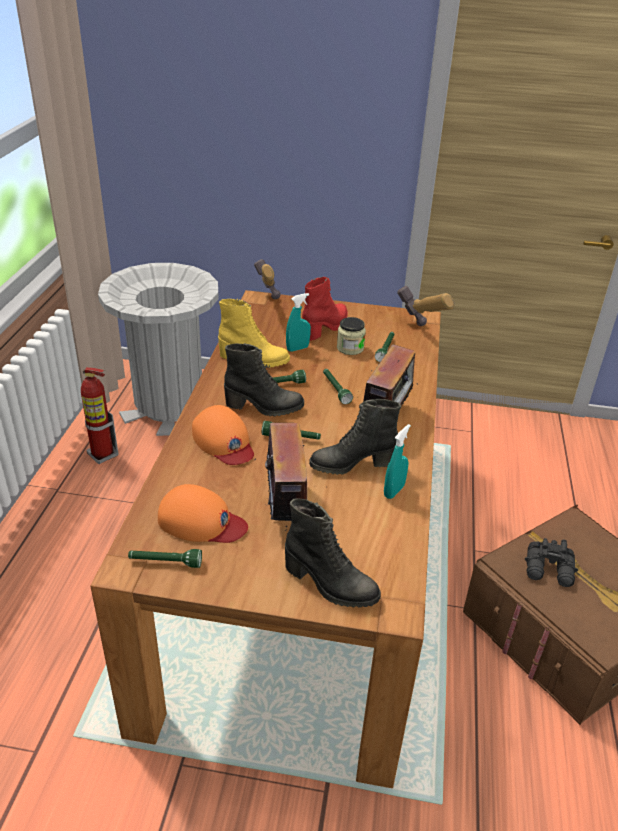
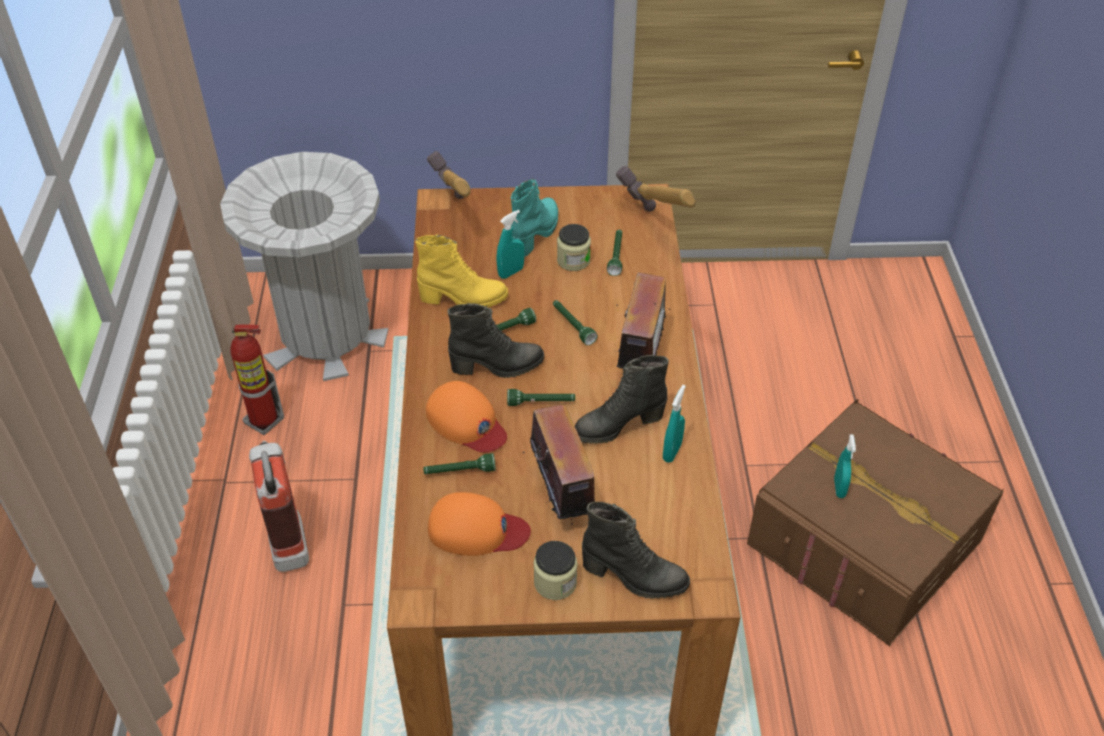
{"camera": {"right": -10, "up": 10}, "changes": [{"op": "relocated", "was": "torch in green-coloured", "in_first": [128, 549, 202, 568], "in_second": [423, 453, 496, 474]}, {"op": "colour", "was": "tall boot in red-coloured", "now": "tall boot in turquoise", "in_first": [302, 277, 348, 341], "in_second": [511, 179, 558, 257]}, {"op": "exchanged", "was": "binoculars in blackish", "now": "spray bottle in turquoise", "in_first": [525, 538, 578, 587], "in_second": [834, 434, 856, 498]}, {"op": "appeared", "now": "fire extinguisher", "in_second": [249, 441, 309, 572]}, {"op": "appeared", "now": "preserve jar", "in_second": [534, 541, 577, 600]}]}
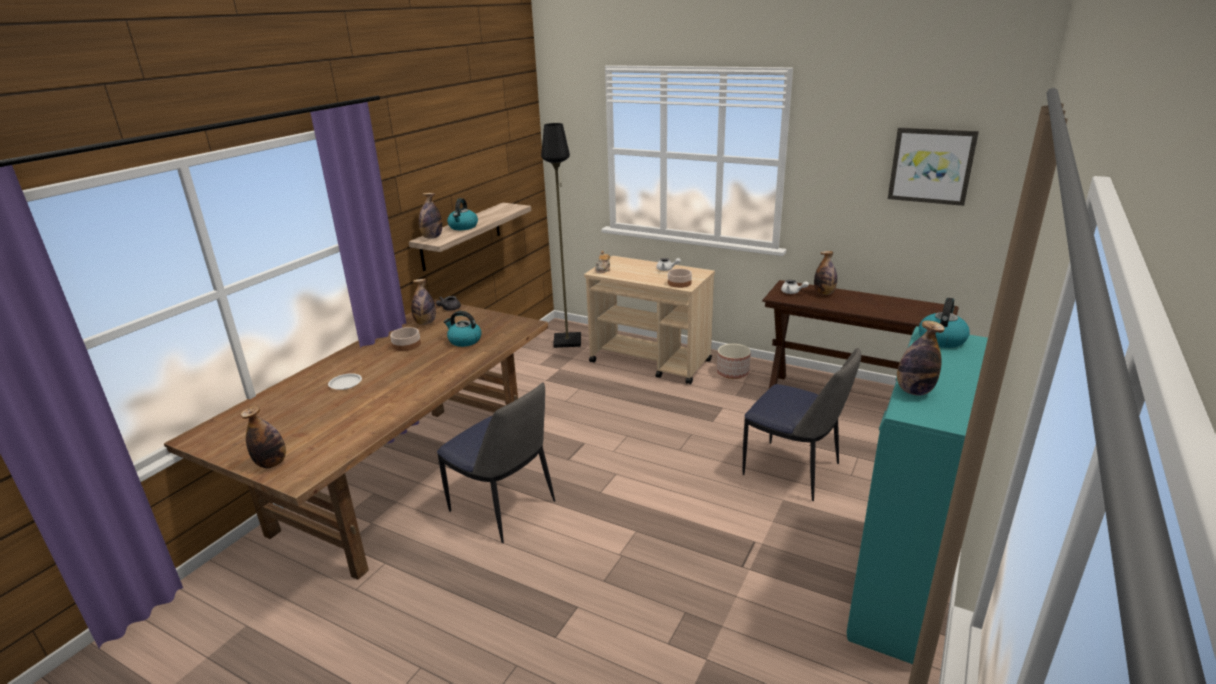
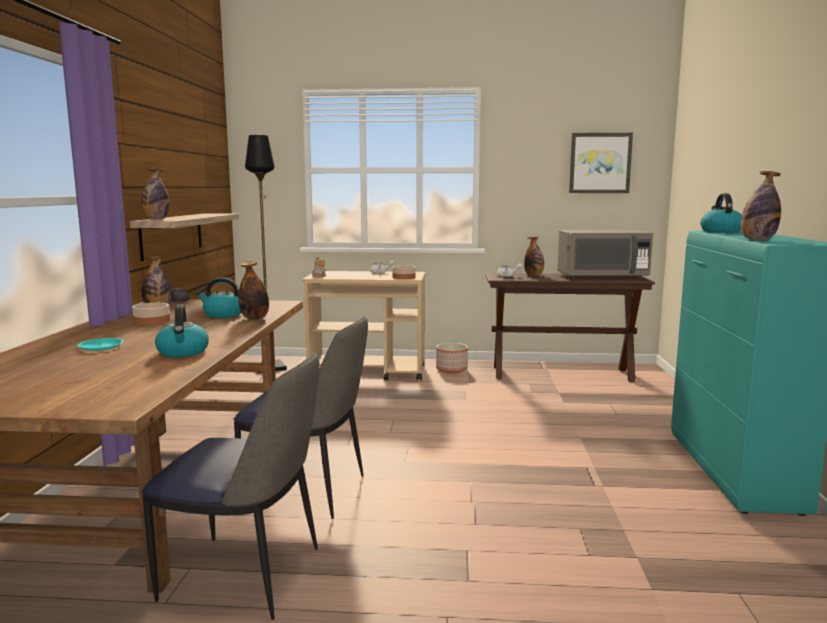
{"camera": {"right": -25, "up": -15}, "changes": [{"op": "relocated", "was": "beverage bottle", "in_first": [241, 405, 286, 468], "in_second": [238, 261, 269, 320]}, {"op": "colour", "was": "flat dish in whitish", "now": "flat dish in turquoise", "in_first": [328, 373, 362, 390], "in_second": [77, 338, 124, 351]}, {"op": "relocated", "was": "water kettle", "in_first": [447, 198, 478, 230], "in_second": [155, 304, 209, 357]}, {"op": "relocated", "was": "chair", "in_first": [743, 348, 861, 501], "in_second": [142, 351, 320, 620]}, {"op": "appeared", "now": "microwave in gray", "in_second": [557, 230, 653, 279]}]}
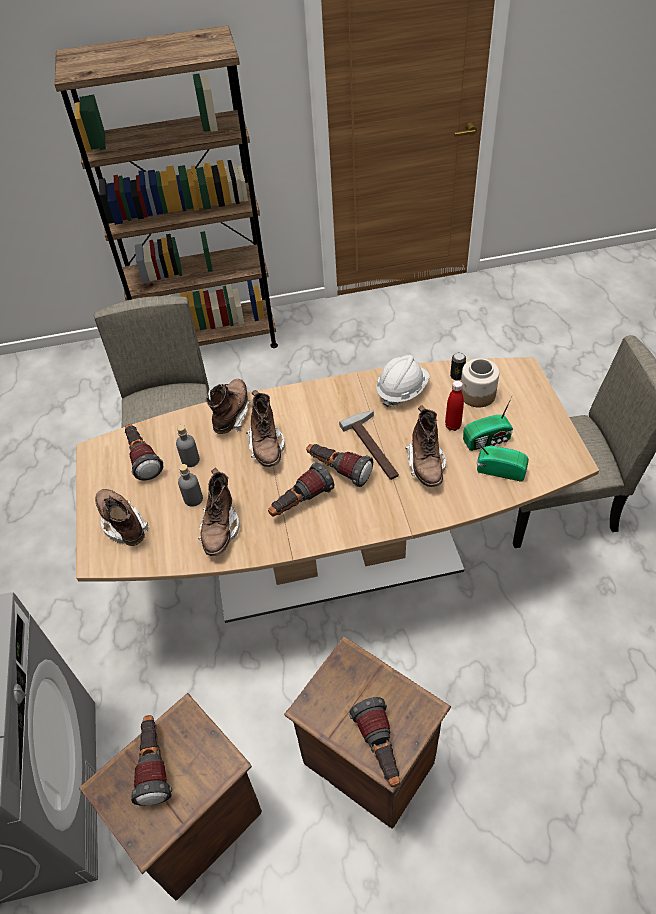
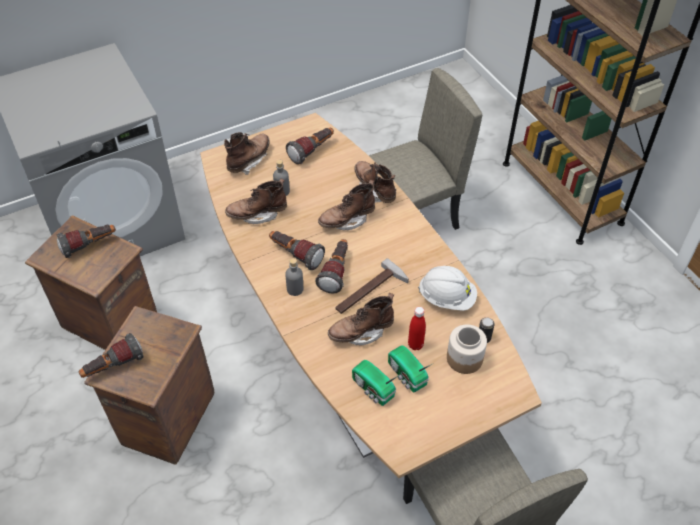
{"camera": {"right": 70, "up": 0}, "changes": [{"op": "relocated", "was": "beverage bottle in gray", "in_first": [176, 425, 200, 467], "in_second": [285, 258, 303, 296]}, {"op": "spun", "was": "tall boot in brown", "in_first": [206, 379, 251, 434], "in_second": [354, 161, 397, 203], "clockwise": -120}, {"op": "spun", "was": "radio receiver", "in_first": [477, 443, 529, 482], "in_second": [352, 360, 399, 406], "clockwise": 135}]}
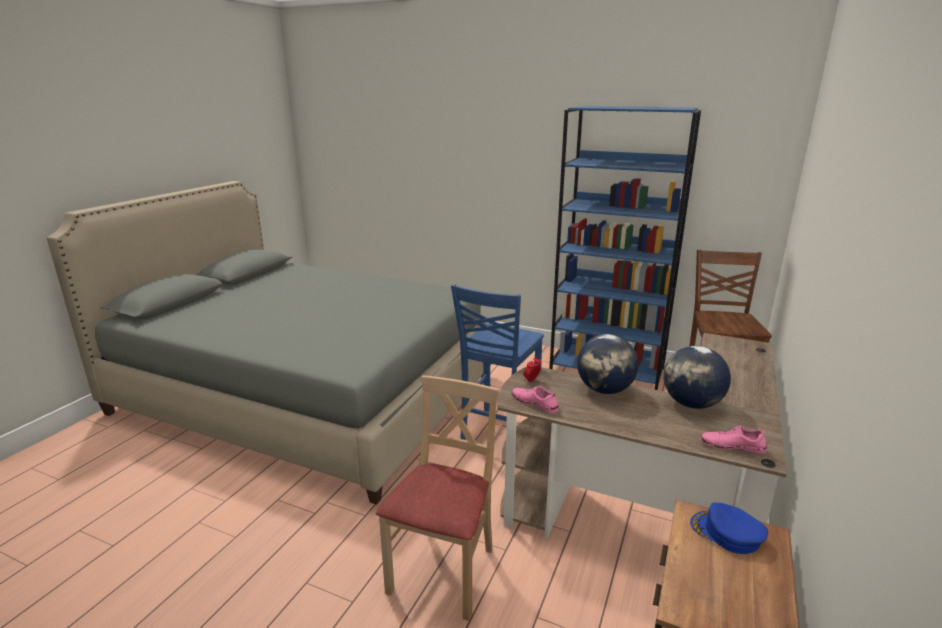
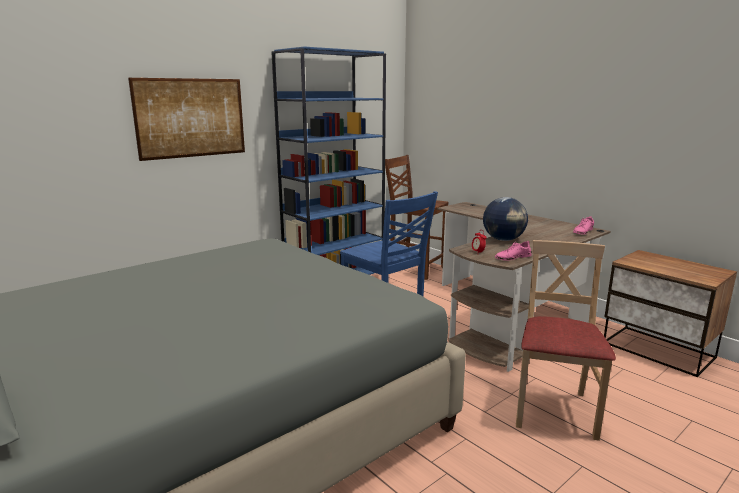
{"camera": {"right": -65, "up": -5}, "changes": [{"op": "spun", "was": "chair in beige", "in_first": [376, 375, 499, 621], "in_second": [516, 240, 616, 441], "clockwise": 60}, {"op": "missing", "was": "world globe", "in_first": [664, 346, 731, 409]}, {"op": "missing", "was": "cap in blue-coloured", "in_first": [690, 502, 768, 554]}, {"op": "appeared", "now": "wall art", "in_second": [128, 78, 245, 161]}]}
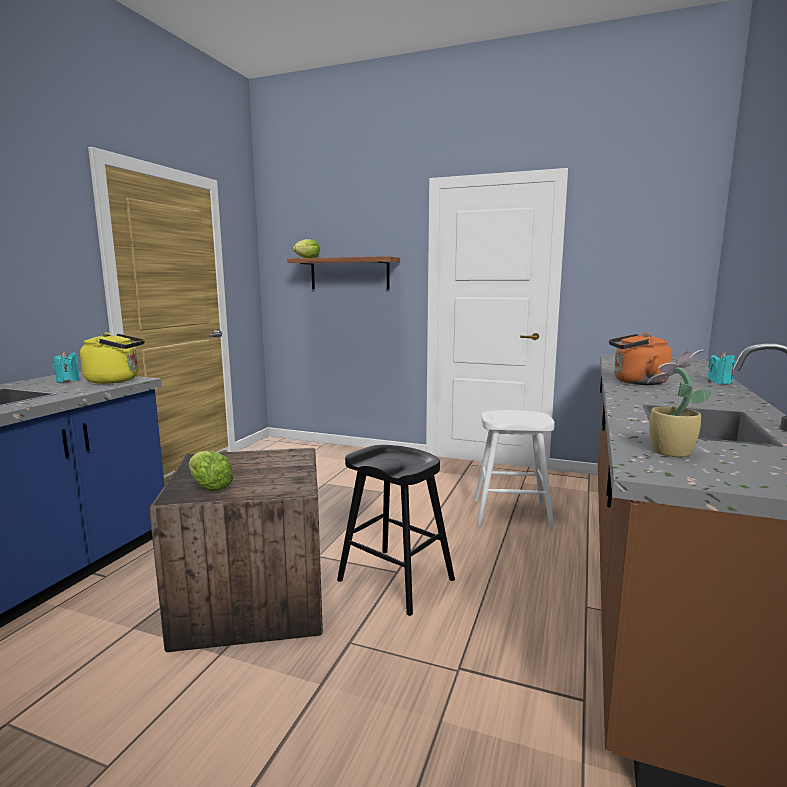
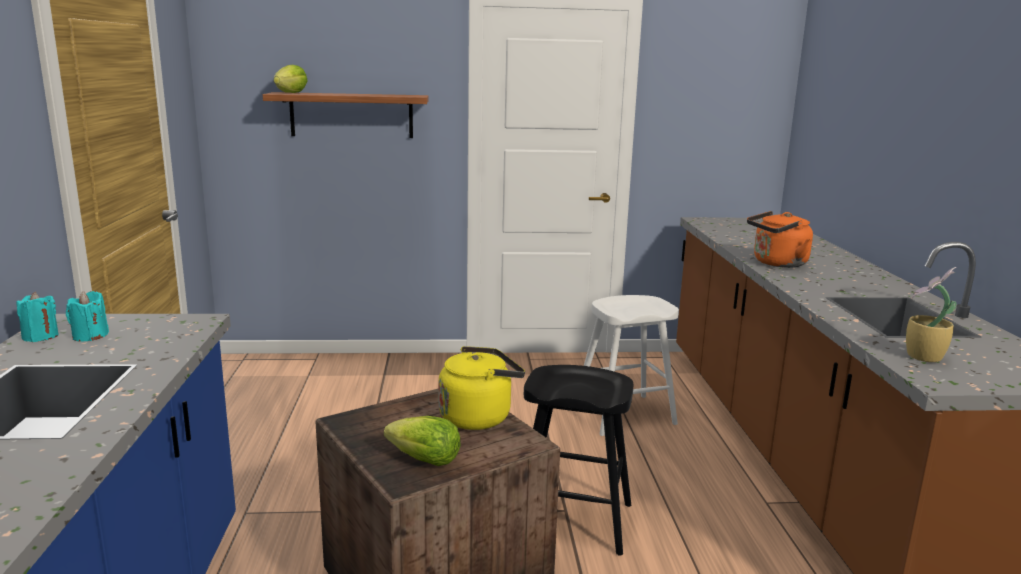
{"camera": {"right": -25, "up": 5}, "changes": [{"op": "relocated", "was": "water kettle in yellow", "in_first": [80, 333, 145, 384], "in_second": [439, 346, 525, 430]}, {"op": "relocated", "was": "wax light in turquoise", "in_first": [707, 352, 735, 384], "in_second": [16, 292, 59, 342]}]}
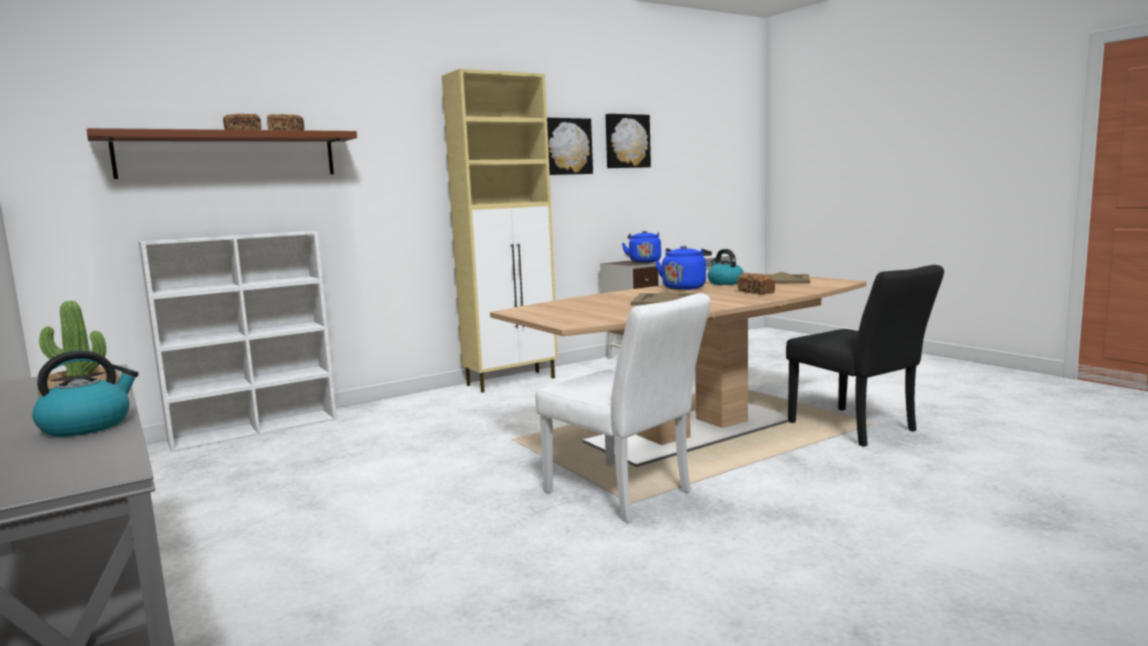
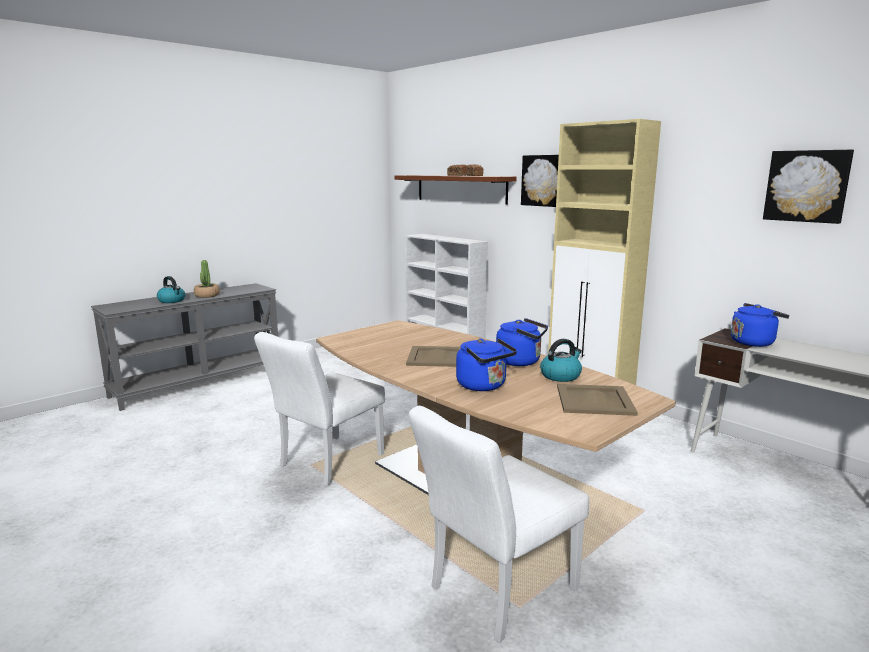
{"camera": {"right": 80, "up": 5}, "changes": [{"op": "relocated", "was": "wall art", "in_first": [547, 118, 593, 175], "in_second": [521, 155, 559, 207]}, {"op": "exchanged", "was": "bakery bread", "now": "water kettle in blue-coloured", "in_first": [737, 273, 775, 295], "in_second": [456, 338, 517, 391]}, {"op": "colour", "was": "chair in blackish", "now": "chair in whitish", "in_first": [786, 265, 944, 447], "in_second": [409, 406, 589, 643]}]}
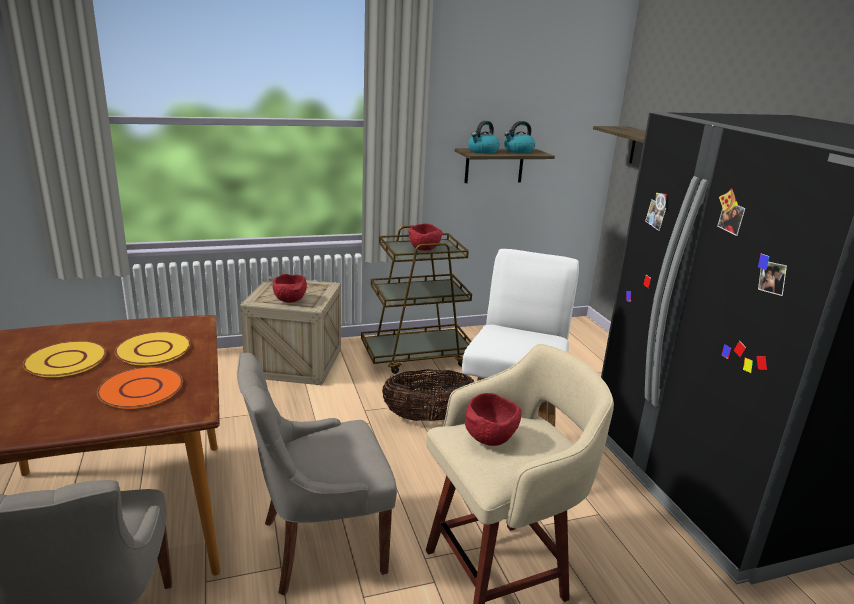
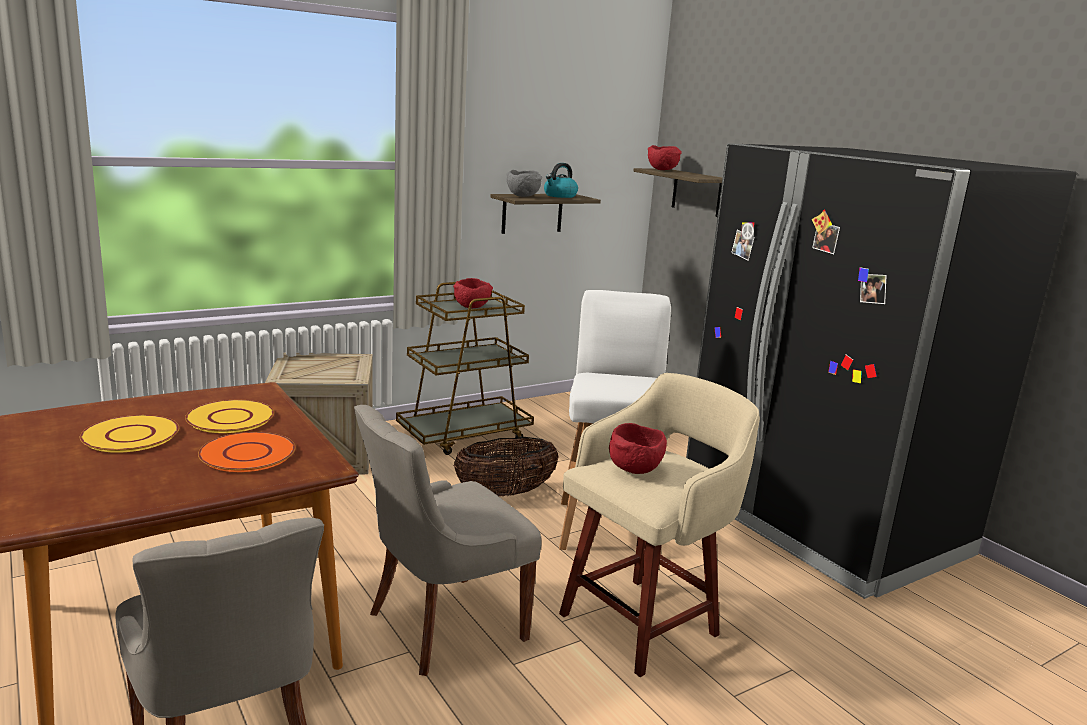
{"camera": {"right": -15, "up": -5}, "changes": [{"op": "relocated", "was": "bowl in red-coloured", "in_first": [272, 274, 307, 303], "in_second": [648, 145, 682, 170]}, {"op": "exchanged", "was": "water kettle", "now": "bowl in gray", "in_first": [468, 121, 500, 154], "in_second": [506, 170, 542, 197]}]}
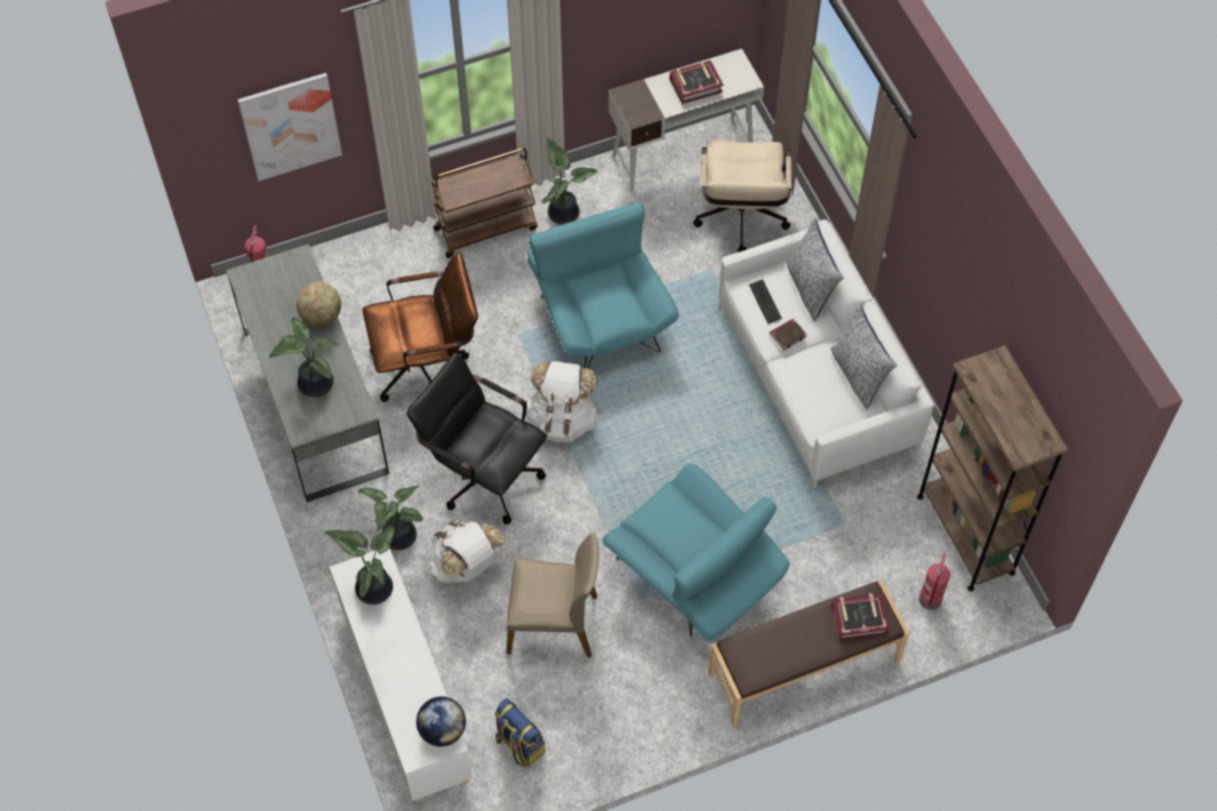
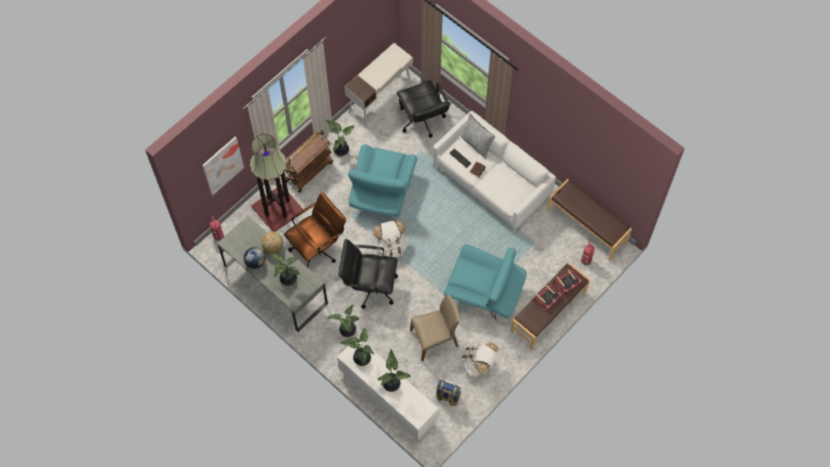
{"camera": {"right": -25, "up": 5}, "changes": [{"op": "relocated", "was": "world globe", "in_first": [416, 696, 466, 747], "in_second": [244, 247, 266, 269]}, {"op": "relocated", "was": "knapsack in whitish", "in_first": [428, 520, 505, 583], "in_second": [461, 343, 499, 377]}, {"op": "spun", "was": "armchair in turquoise", "in_first": [527, 202, 679, 368], "in_second": [348, 144, 417, 217], "clockwise": -120}, {"op": "relocated", "was": "book", "in_first": [670, 60, 723, 104], "in_second": [534, 283, 563, 312]}, {"op": "colour", "was": "office chair in beige", "now": "office chair in blackish", "in_first": [693, 140, 792, 252], "in_second": [397, 80, 451, 138]}, {"op": "missing", "was": "pillow", "in_first": [831, 304, 897, 410]}, {"op": "exchanged", "was": "bookcase in brown", "now": "long seat in brown", "in_first": [917, 345, 1068, 592], "in_second": [547, 179, 632, 260]}, {"op": "appeared", "now": "standard lamp", "in_second": [250, 134, 303, 232]}, {"op": "appeared", "now": "potted plant", "in_second": [377, 349, 411, 392]}]}
